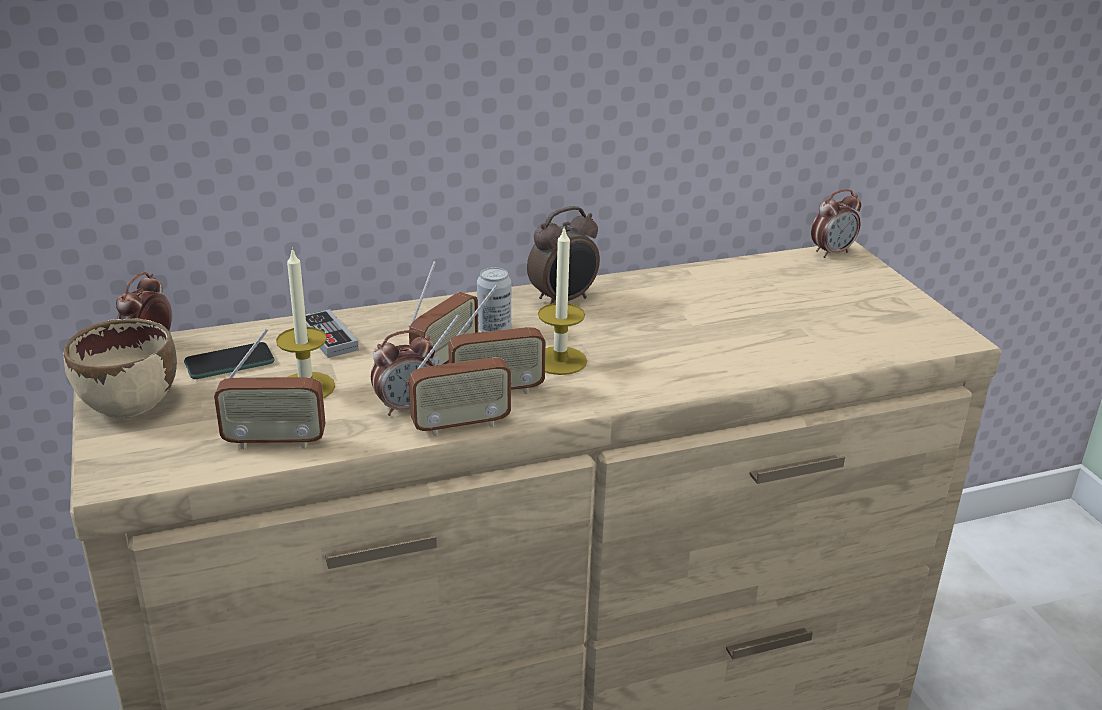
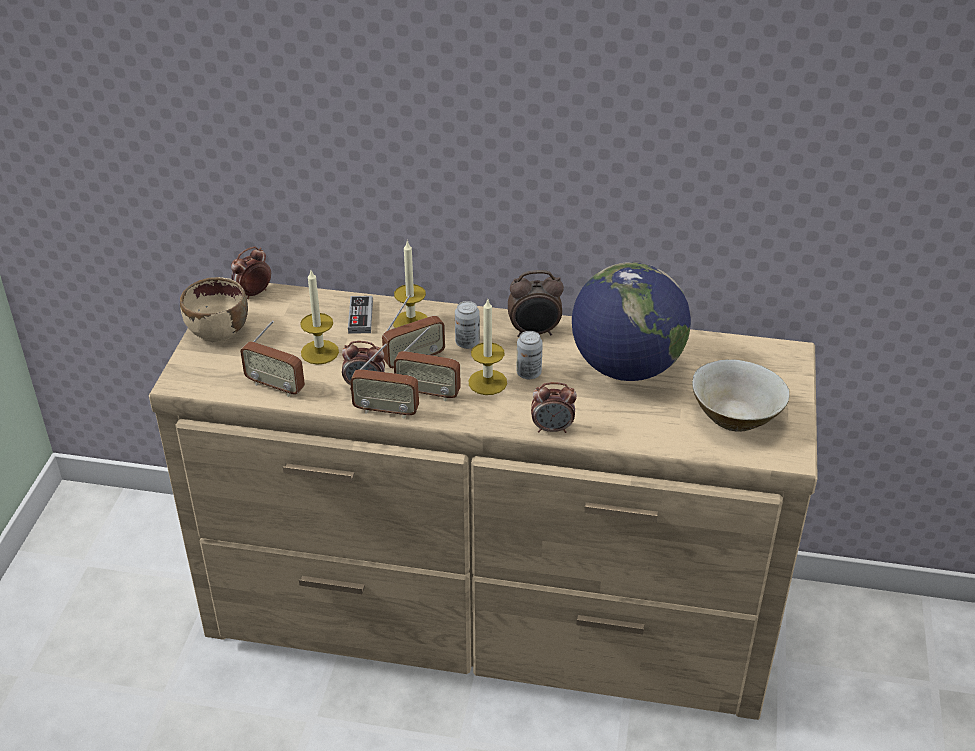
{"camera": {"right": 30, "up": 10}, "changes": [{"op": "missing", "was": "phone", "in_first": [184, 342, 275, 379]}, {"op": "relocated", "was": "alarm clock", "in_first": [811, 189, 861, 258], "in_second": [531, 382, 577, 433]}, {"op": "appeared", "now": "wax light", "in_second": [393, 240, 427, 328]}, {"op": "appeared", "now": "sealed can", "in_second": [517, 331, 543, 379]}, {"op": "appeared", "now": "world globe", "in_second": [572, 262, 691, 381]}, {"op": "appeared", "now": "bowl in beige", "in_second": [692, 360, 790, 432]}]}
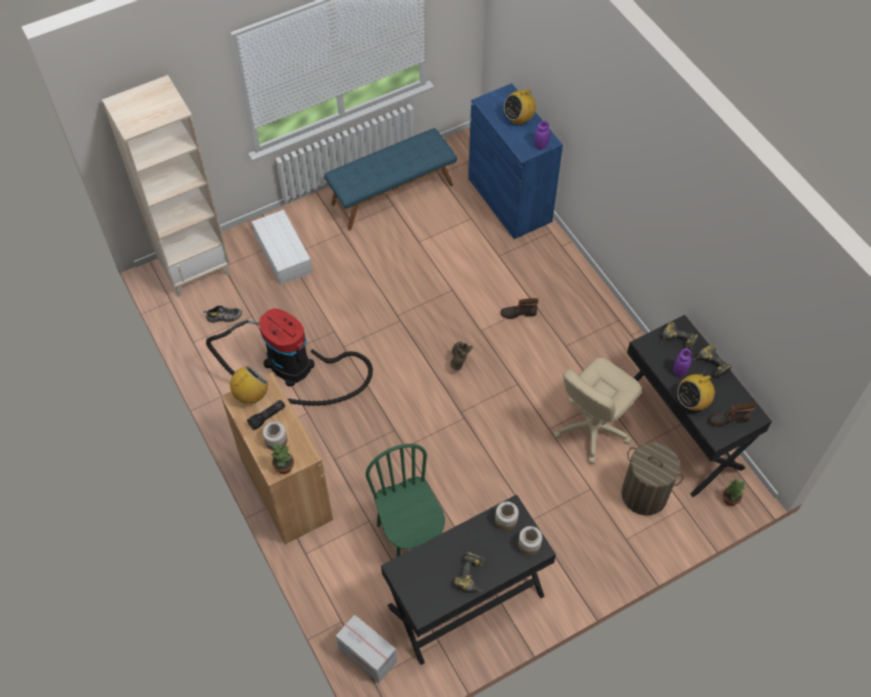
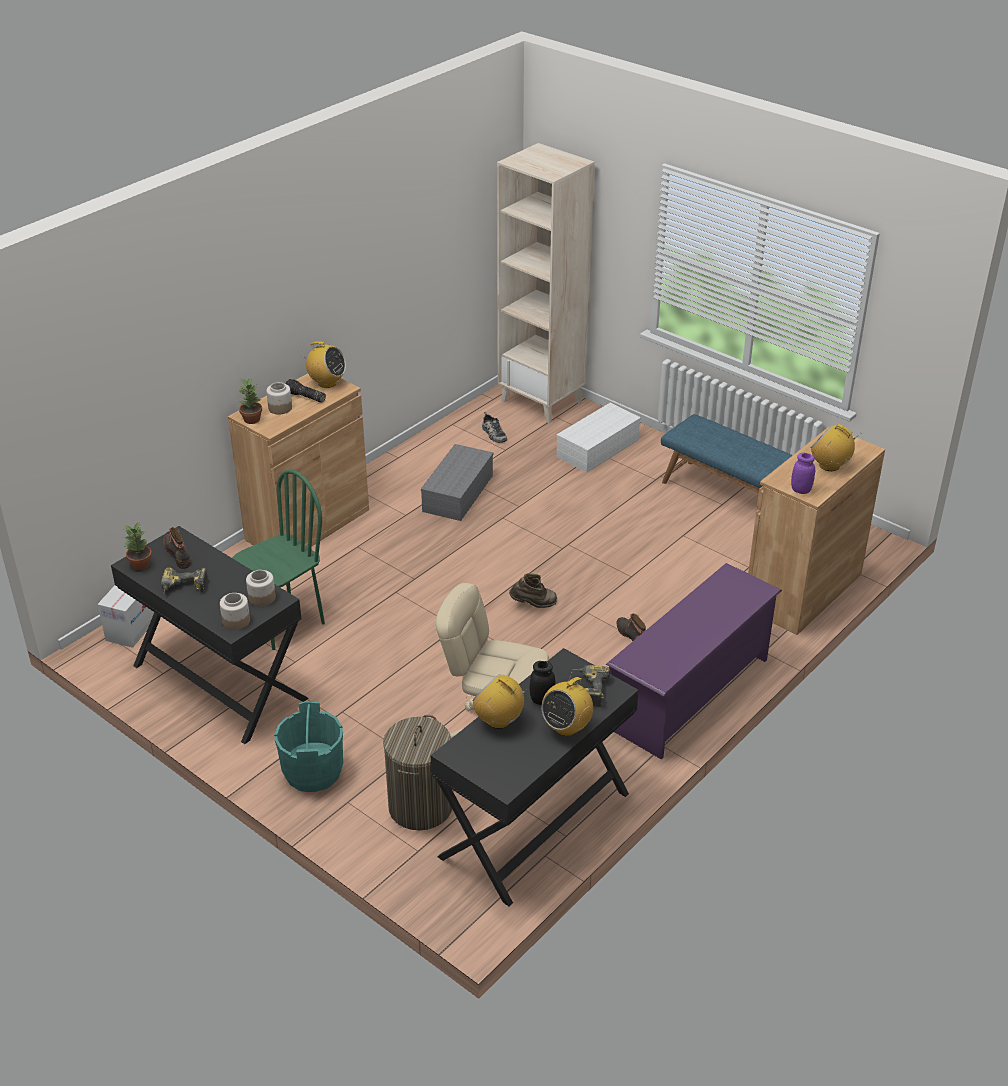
{"camera": {"right": 70, "up": -20}, "changes": [{"op": "exchanged", "was": "hoover", "now": "storage box in gray", "in_first": [206, 308, 373, 406], "in_second": [421, 444, 494, 521]}, {"op": "colour", "was": "storage cabinet in blue-coloured", "now": "storage cabinet in brown", "in_first": [468, 83, 563, 239], "in_second": [748, 426, 885, 635]}, {"op": "colour", "was": "preserve jar in purplish", "now": "preserve jar in blackish", "in_first": [673, 348, 691, 377], "in_second": [529, 661, 555, 705]}, {"op": "exchanged", "was": "power drill", "now": "radio receiver", "in_first": [693, 344, 732, 379], "in_second": [542, 673, 593, 736]}, {"op": "relocated", "was": "tall boot", "in_first": [709, 402, 756, 427], "in_second": [163, 527, 191, 569]}, {"op": "relocated", "was": "potted plant", "in_first": [723, 479, 745, 506], "in_second": [124, 522, 152, 570]}, {"op": "appeared", "now": "bucket in turquoise", "in_second": [274, 701, 343, 792]}, {"op": "appeared", "now": "shoe shelf in purplish", "in_second": [606, 563, 782, 760]}]}
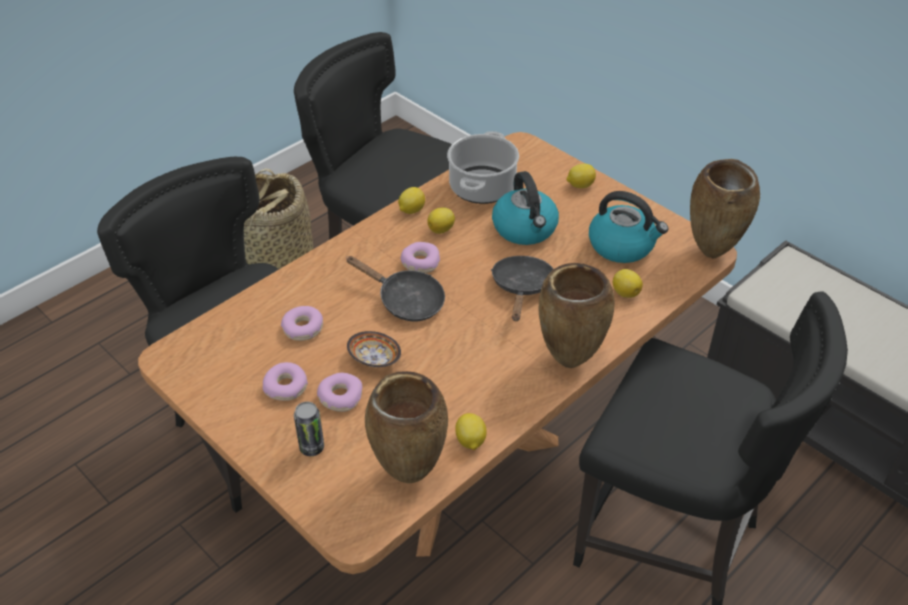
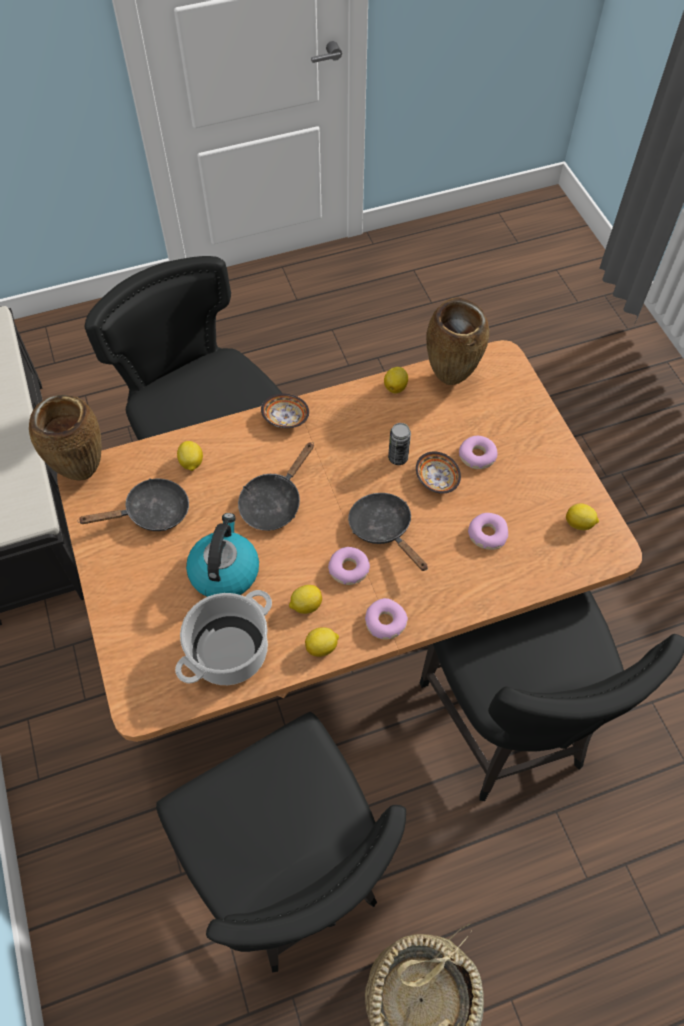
{"camera": {"right": -155, "up": 15}, "changes": [{"op": "relocated", "was": "donut", "in_first": [263, 362, 308, 401], "in_second": [365, 598, 408, 640]}, {"op": "relocated", "was": "sealed can", "in_first": [294, 402, 324, 456], "in_second": [388, 423, 411, 465]}, {"op": "exchanged", "was": "vase in brown", "now": "bowl", "in_first": [538, 263, 615, 368], "in_second": [261, 394, 309, 428]}, {"op": "relocated", "was": "whole lemon", "in_first": [566, 164, 596, 188], "in_second": [566, 504, 599, 530]}, {"op": "exchanged", "was": "water kettle", "now": "skillet in blackish", "in_first": [589, 191, 668, 263], "in_second": [77, 478, 189, 531]}]}
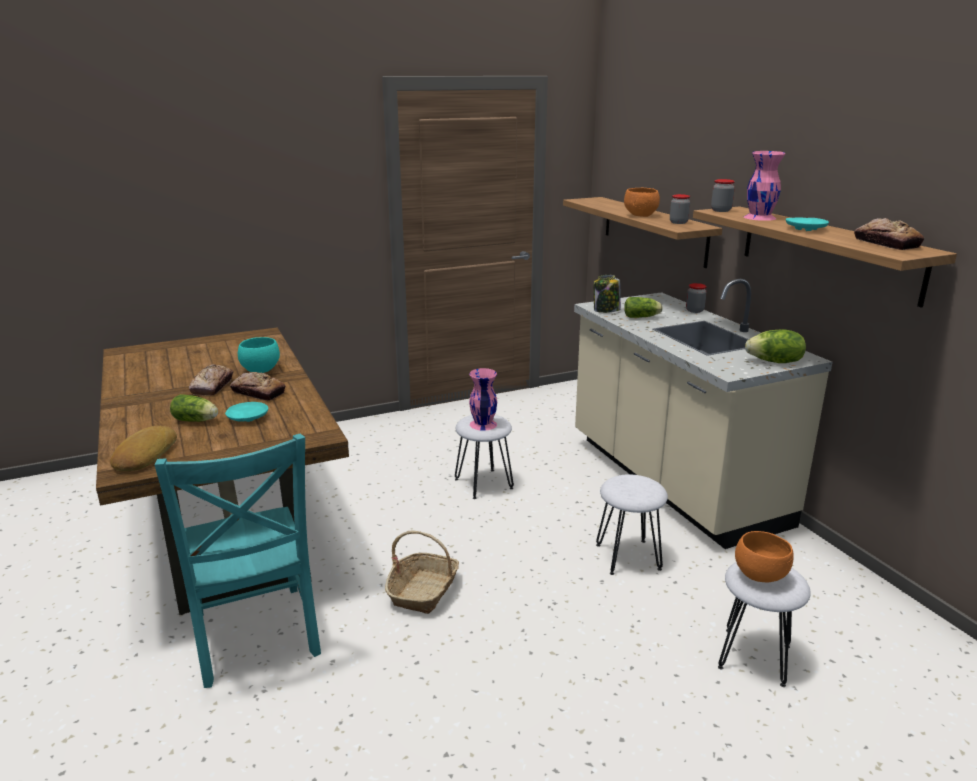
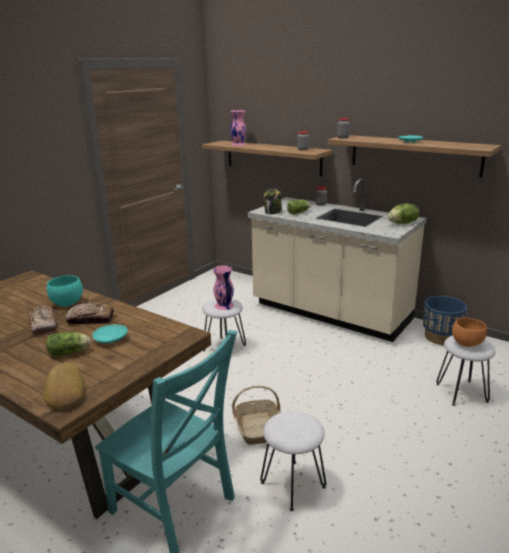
{"camera": {"right": -30, "up": 0}, "changes": [{"op": "relocated", "was": "sitting stool in whitish", "in_first": [596, 474, 668, 575], "in_second": [260, 411, 326, 511]}, {"op": "missing", "was": "bowl in orangey", "in_first": [624, 188, 660, 217]}, {"op": "relocated", "was": "vase in pink-coloured", "in_first": [744, 151, 785, 221], "in_second": [230, 110, 247, 146]}, {"op": "missing", "was": "bakery bread", "in_first": [854, 218, 924, 250]}, {"op": "appeared", "now": "plant pot in blue-coloured", "in_second": [423, 296, 468, 345]}]}
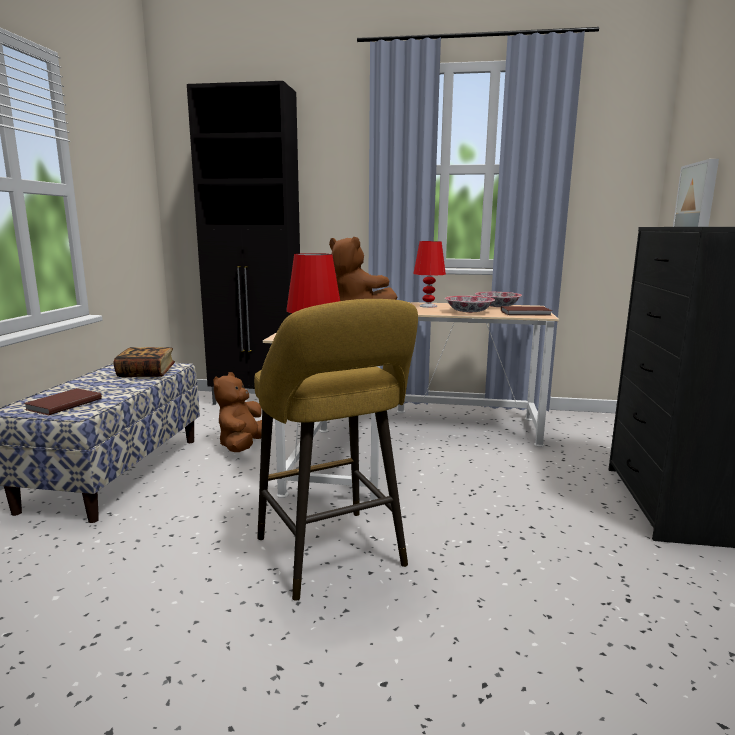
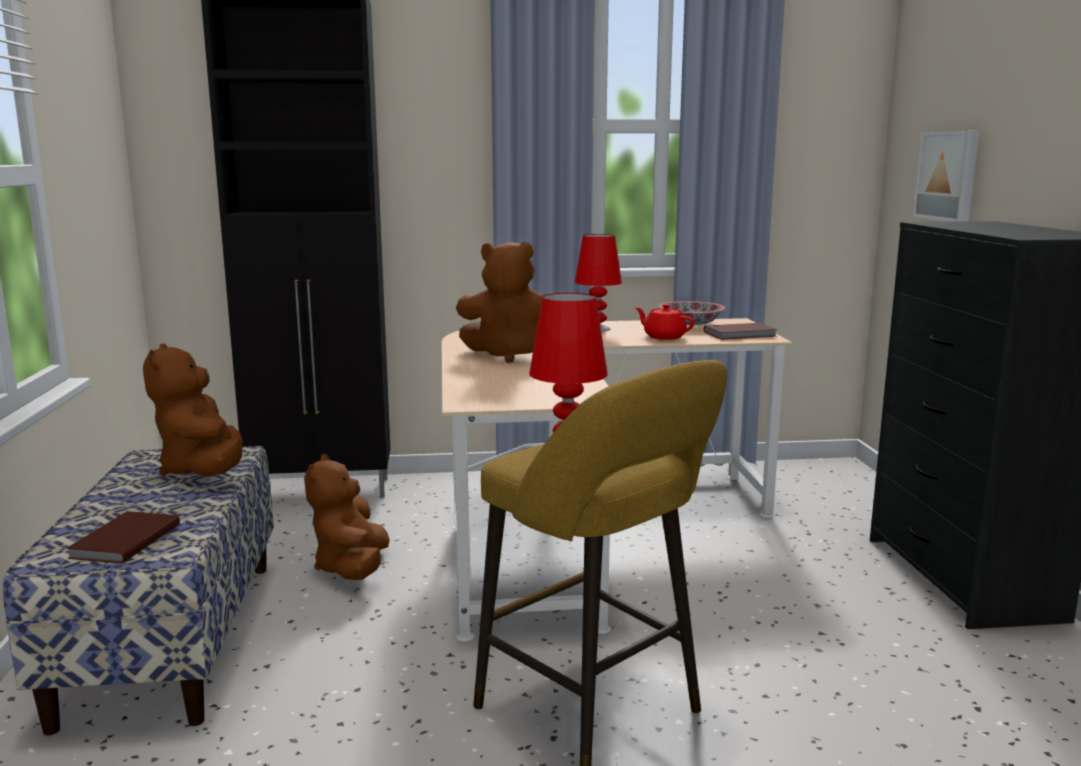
{"camera": {"right": -15, "up": 0}, "changes": [{"op": "exchanged", "was": "book", "now": "plush toy in brown", "in_first": [114, 347, 175, 377], "in_second": [143, 344, 243, 477]}, {"op": "exchanged", "was": "bowl", "now": "pot for tea in red-coloured", "in_first": [445, 296, 495, 313], "in_second": [636, 304, 694, 340]}]}
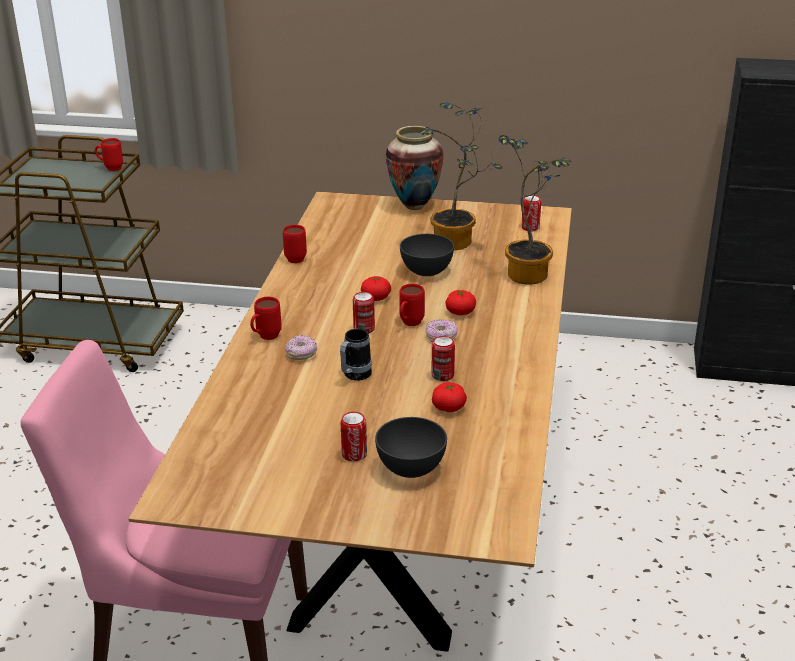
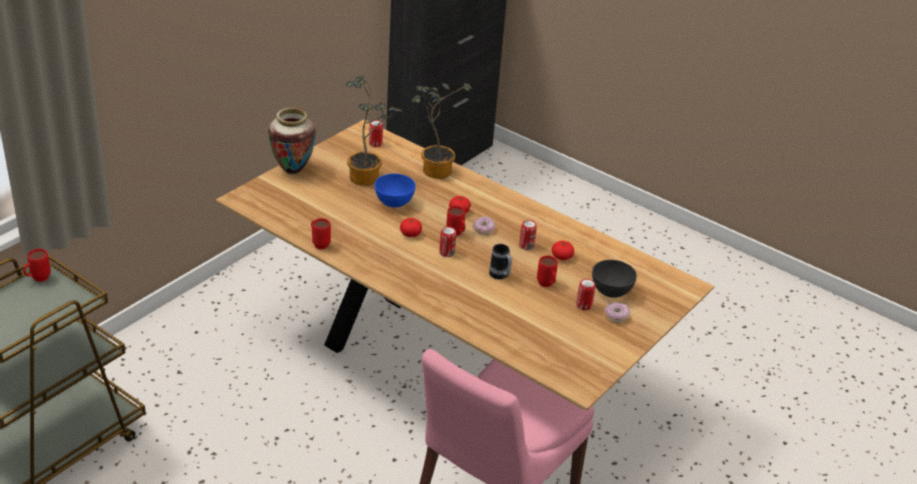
{"camera": {"right": -65, "up": 5}, "changes": [{"op": "relocated", "was": "tea mug in red-coloured", "in_first": [250, 297, 282, 340], "in_second": [537, 255, 558, 287]}, {"op": "relocated", "was": "donut", "in_first": [285, 335, 317, 360], "in_second": [605, 303, 630, 323]}, {"op": "colour", "was": "bowl in gray", "now": "bowl in blue-coloured", "in_first": [400, 234, 454, 276], "in_second": [375, 174, 416, 208]}]}
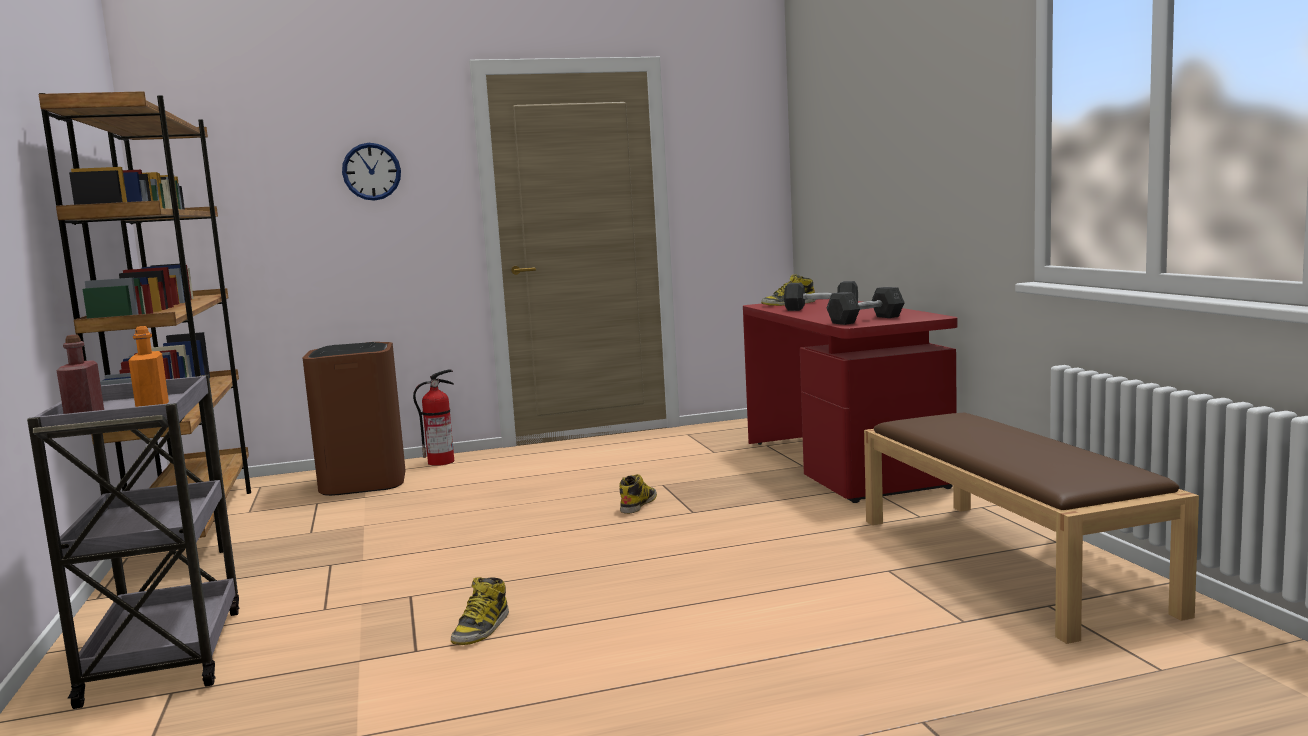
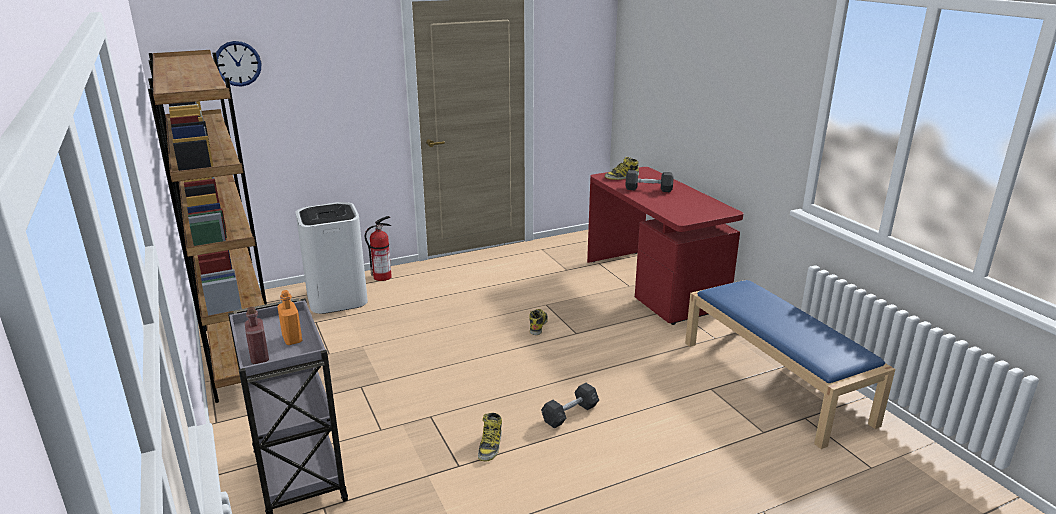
{"camera": {"right": -10, "up": 15}, "changes": [{"op": "colour", "was": "trash can in brown", "now": "trash can in whitish", "in_first": [303, 342, 406, 496], "in_second": [296, 202, 368, 314]}, {"op": "relocated", "was": "hanging clock", "in_first": [342, 143, 401, 201], "in_second": [216, 41, 261, 87]}, {"op": "relocated", "was": "free weight in gray", "in_first": [827, 287, 905, 325], "in_second": [541, 383, 599, 429]}, {"op": "colour", "was": "long seat in brown", "now": "long seat in blue-coloured", "in_first": [864, 413, 1199, 644], "in_second": [685, 280, 895, 449]}]}
